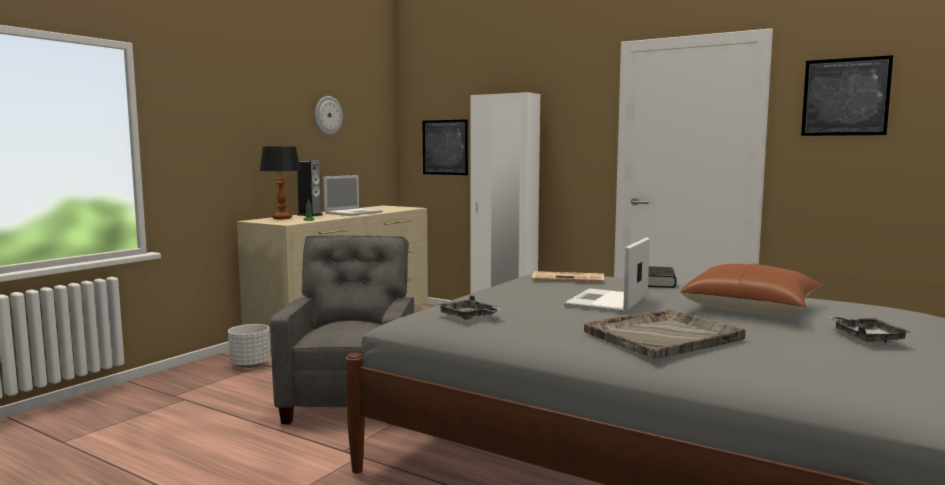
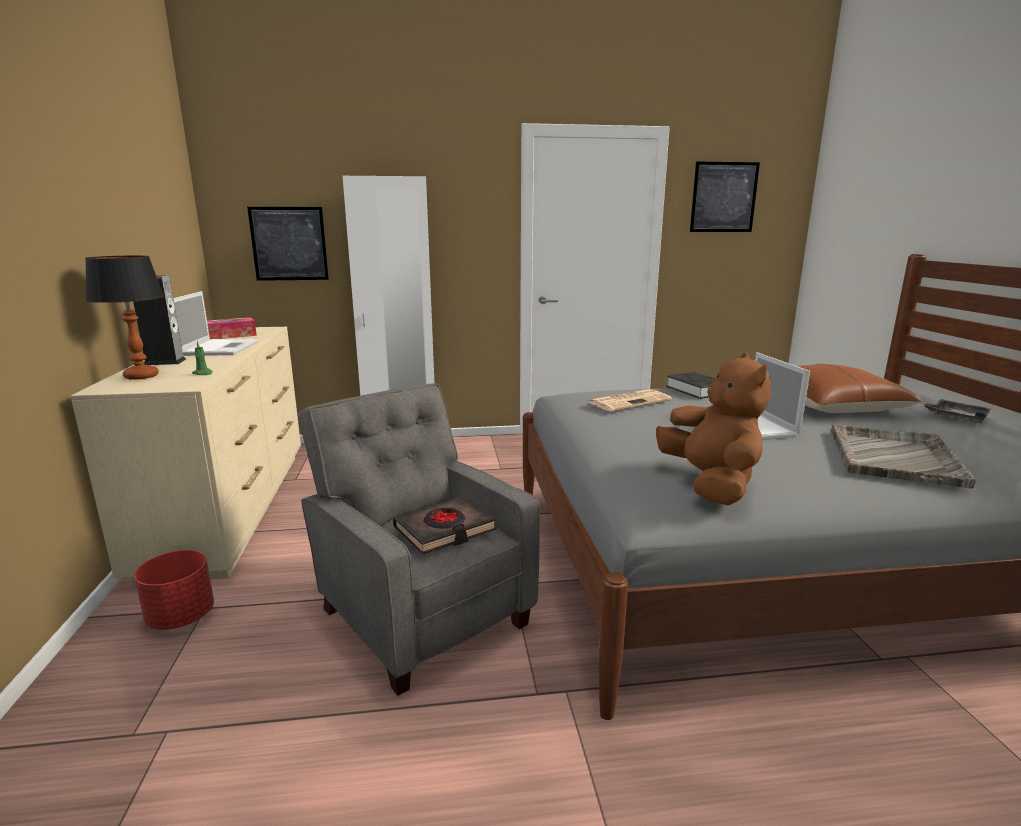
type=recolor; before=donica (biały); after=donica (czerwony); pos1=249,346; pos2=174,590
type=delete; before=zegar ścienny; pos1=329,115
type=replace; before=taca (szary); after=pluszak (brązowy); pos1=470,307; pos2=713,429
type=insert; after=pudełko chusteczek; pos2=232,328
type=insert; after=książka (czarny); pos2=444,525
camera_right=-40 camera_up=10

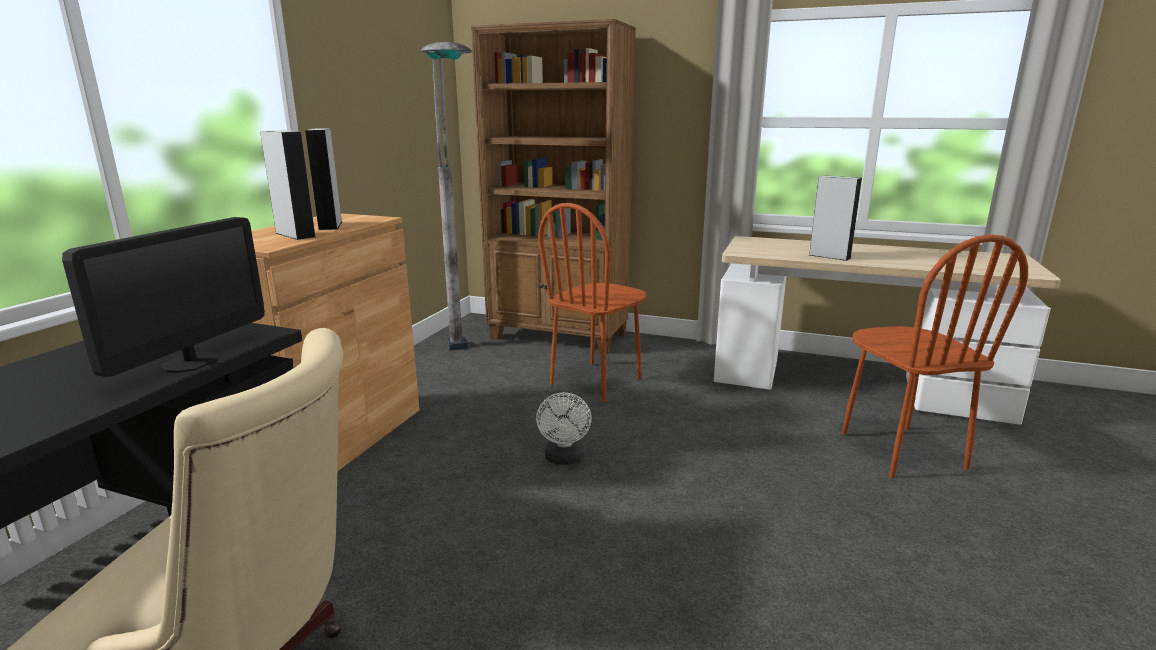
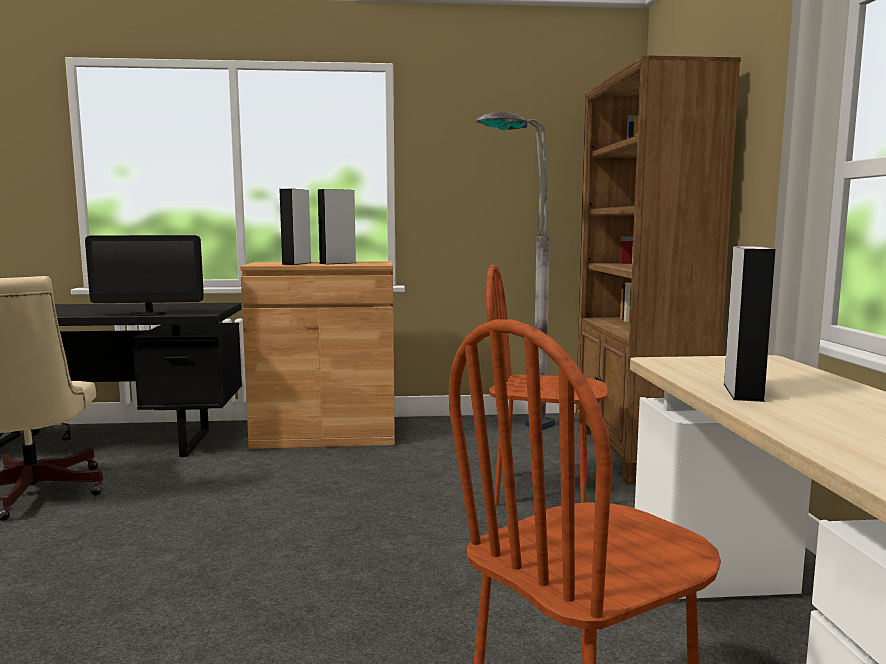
type=delete; before=wentylator (biały); pos1=564,429
camera_right=65 camera_up=-10

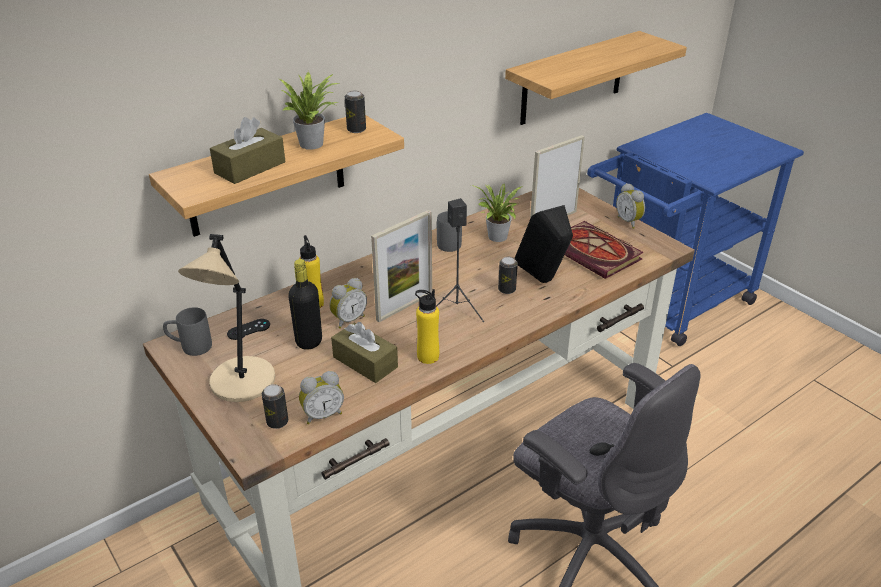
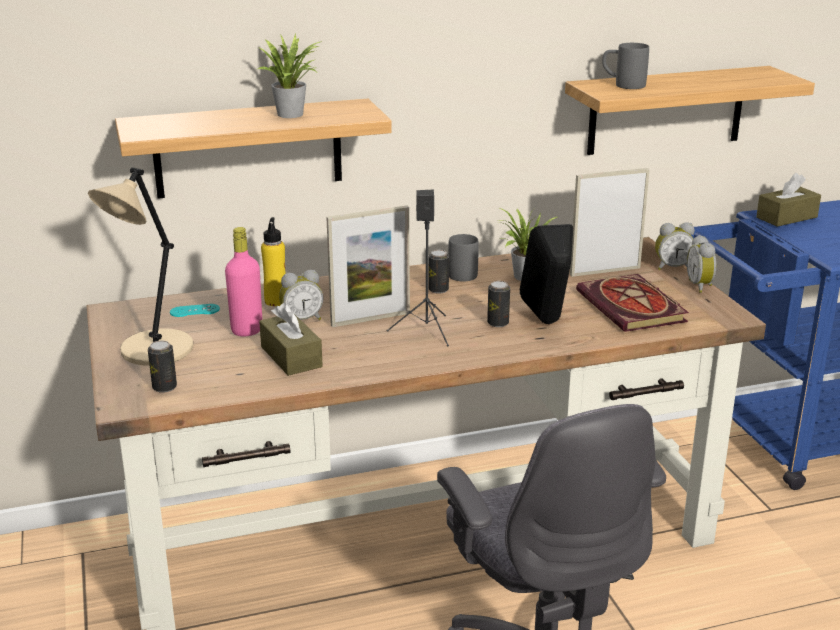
type=move; before=kubek (szary); pos1=187,331; pos2=625,66
type=move; before=pudełko chusteczek (brązowy); pos1=247,150; pos2=788,200
type=recolor; before=pad do gier (czarny); after=pad do gier (turkusowy); pos1=248,329; pos2=195,310
type=recolor; before=butelka (czarny); after=butelka (różowy); pos1=305,304; pos2=243,281
type=move; before=budzik; pos1=321,397; pos2=675,246
type=move; before=puszka; pos1=355,112; pos2=439,271
type=delete; before=butelka (żółty); pos1=427,326
camera_right=20 camera_up=-10

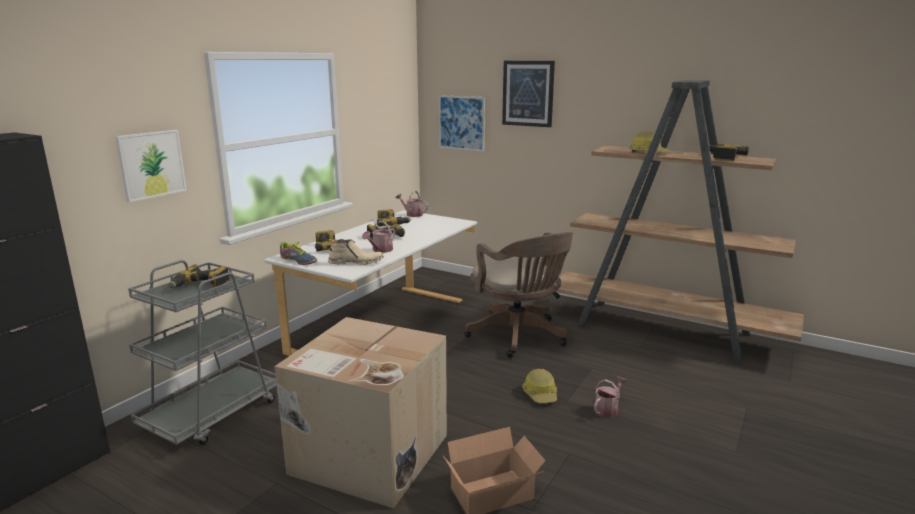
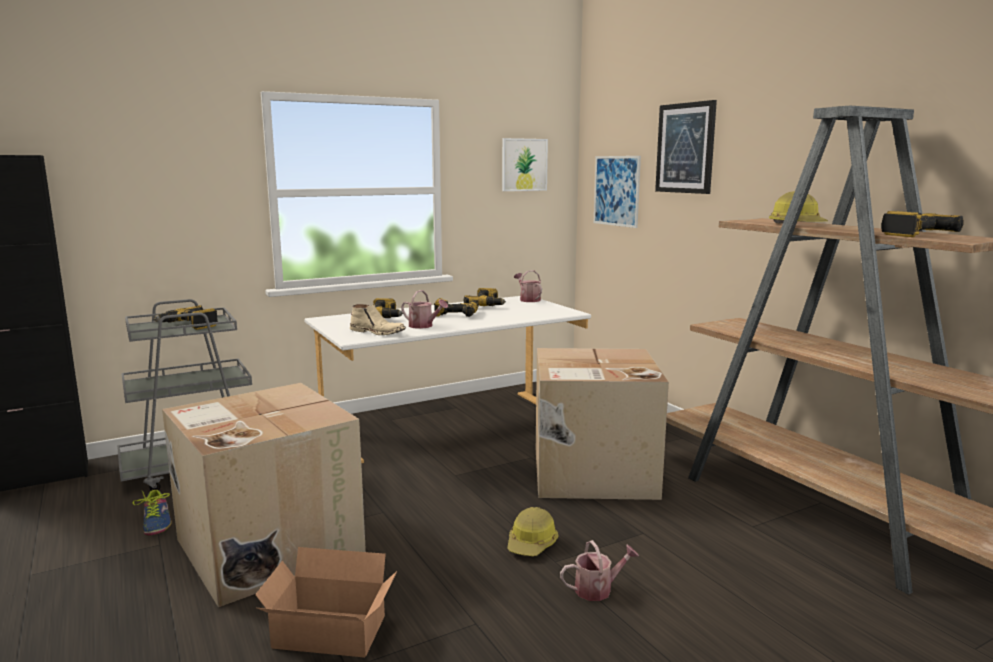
type=move; before=obraz; pos1=151,166; pos2=525,164
type=move; before=but; pos1=297,253; pos2=152,513
type=rotate; before=konewka; pos1=378,237; pos2=424,309; turn=-120
type=replace; before=krzesło biurowe (brązowy); after=karton; pos1=518,295; pos2=602,424
camera_right=30 camera_up=-5

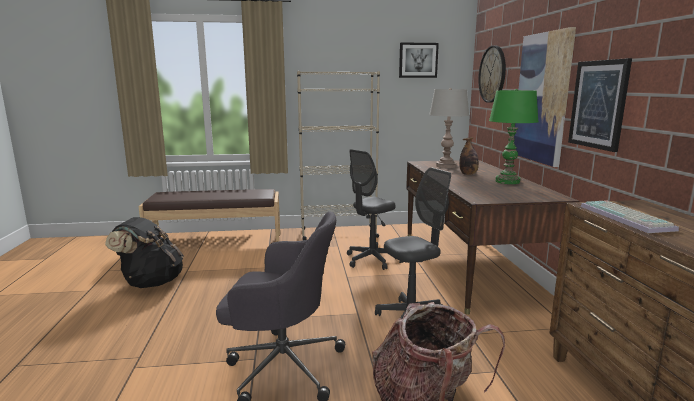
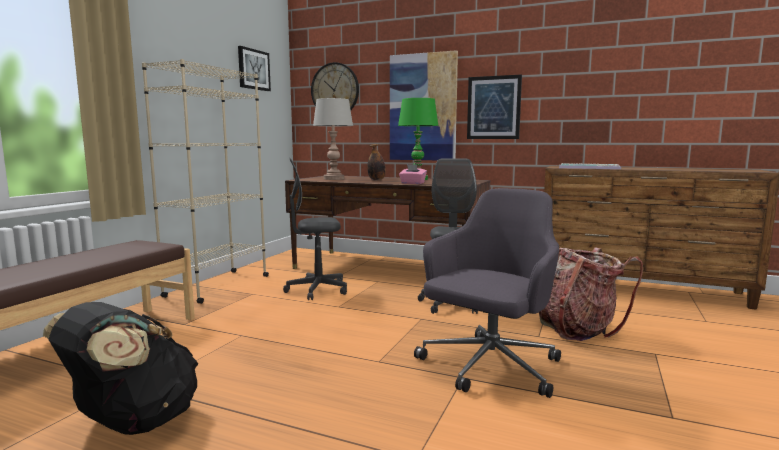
type=rotate; before=krzesło biurowe (szary); pos1=371,209; pos2=315,229; turn=90
type=insert; after=pudełko chusteczek (różowy); pos2=413,174
camera_right=-60 camera_up=-5

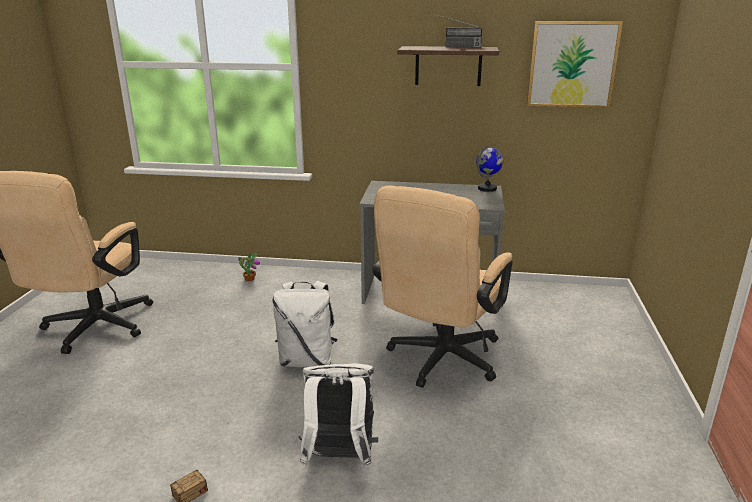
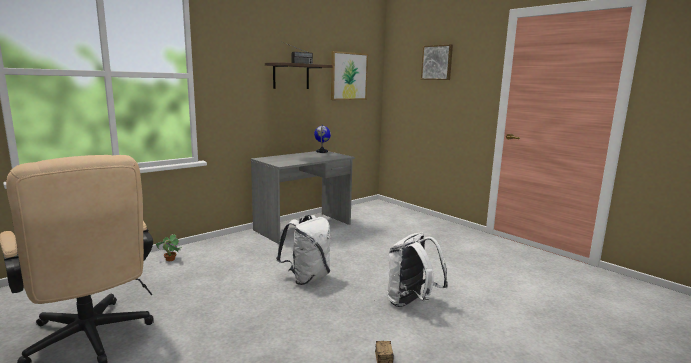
type=delete; before=krzesło biurowe (beżowy); pos1=442,286
type=insert; after=obraz; pos2=437,62
camera_right=-50 camera_up=-10

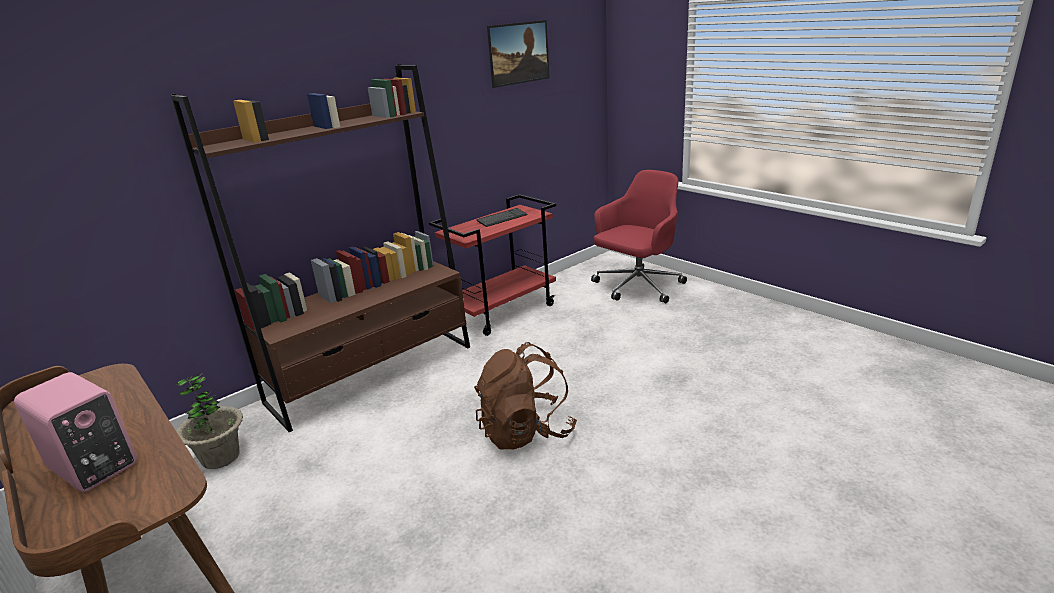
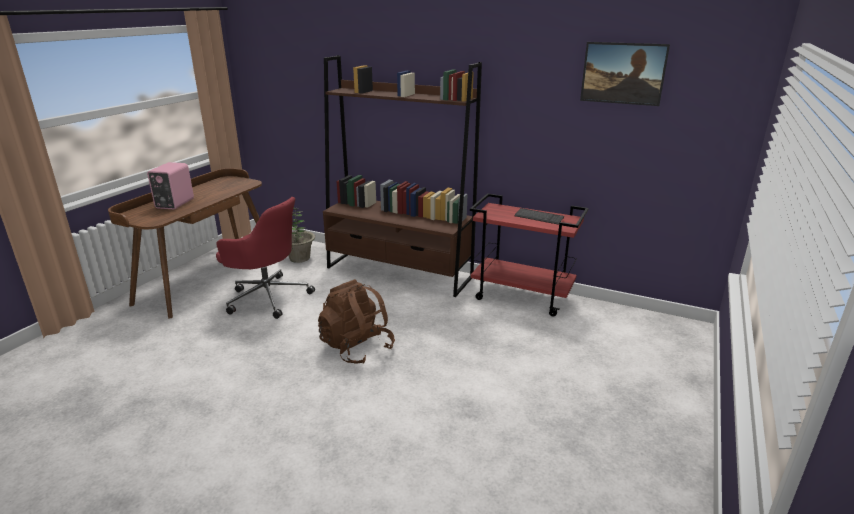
type=move; before=krzesło biurowe (czerwony); pos1=639,236; pos2=265,258
camera_right=65 camera_up=0

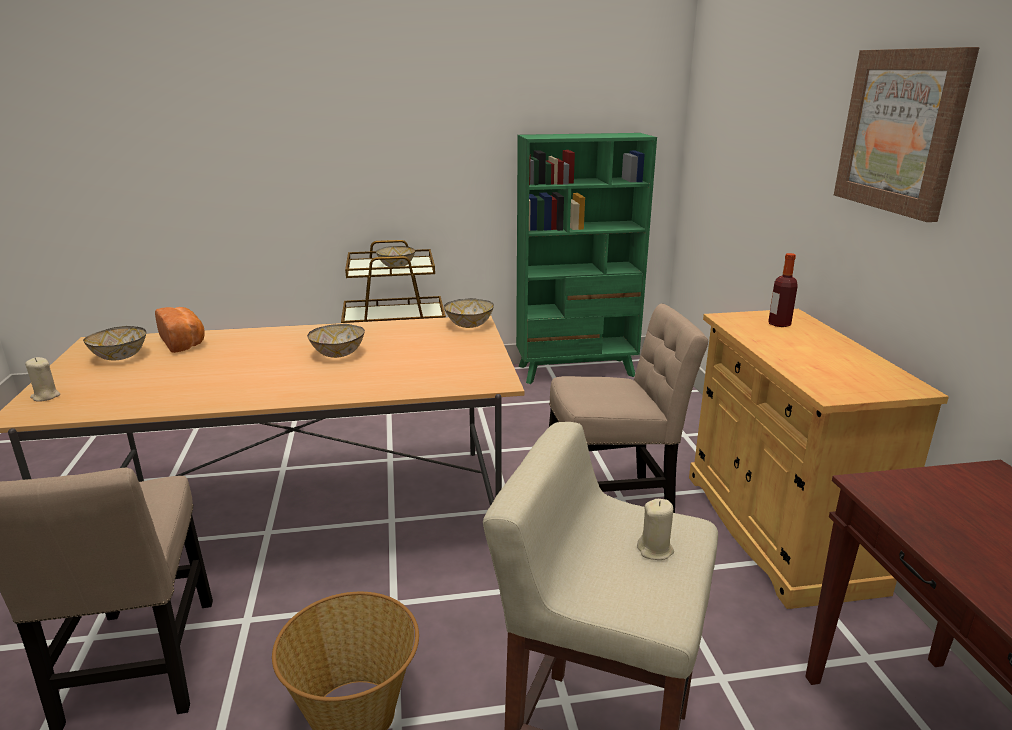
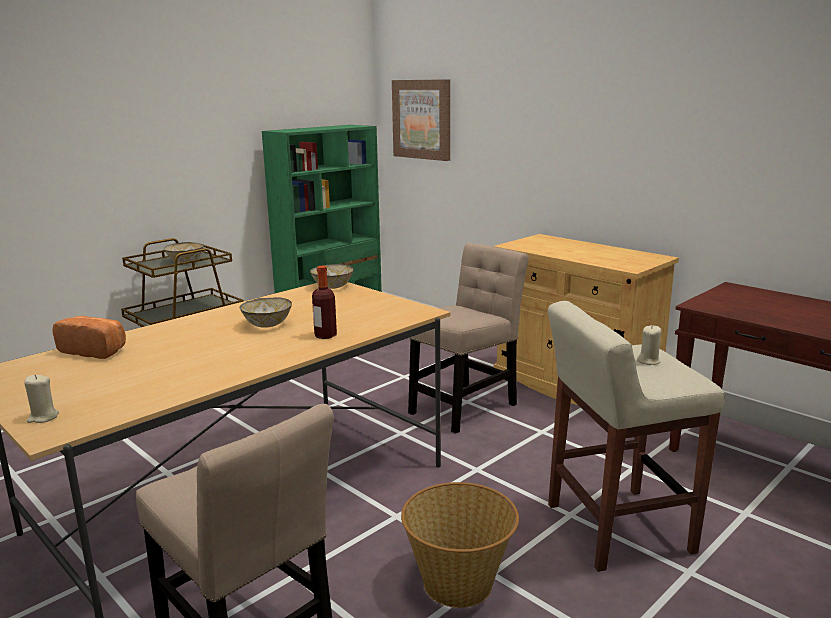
type=delete; before=miska; pos1=114,343
type=move; before=butelka; pos1=783,290; pos2=324,302
type=move; before=obraz; pos1=906,134; pos2=421,120
camera_right=-35 camera_up=-5

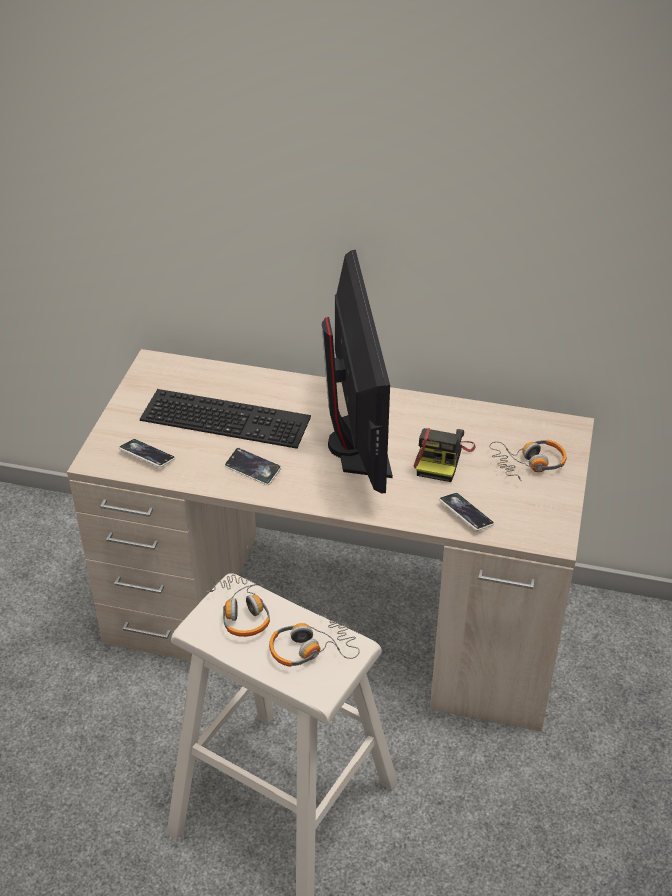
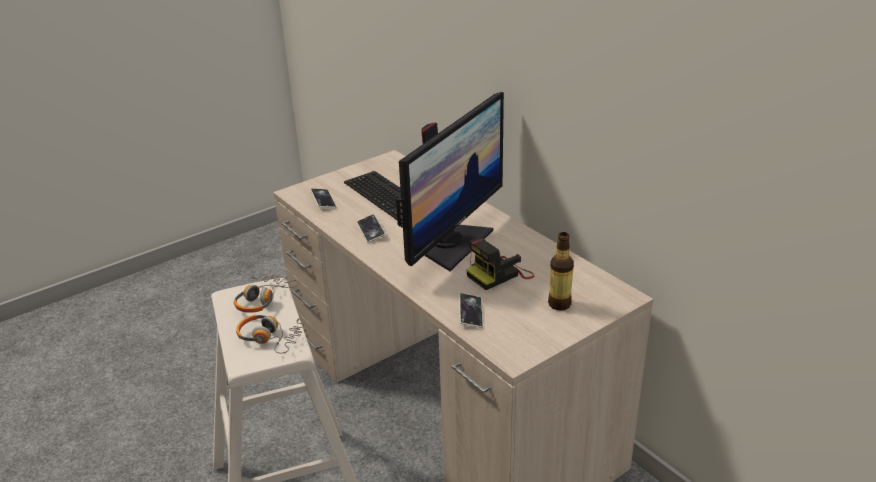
type=replace; before=słuchawki; after=butelka; pos1=527,460; pos2=561,271
camera_right=40 camera_up=-10

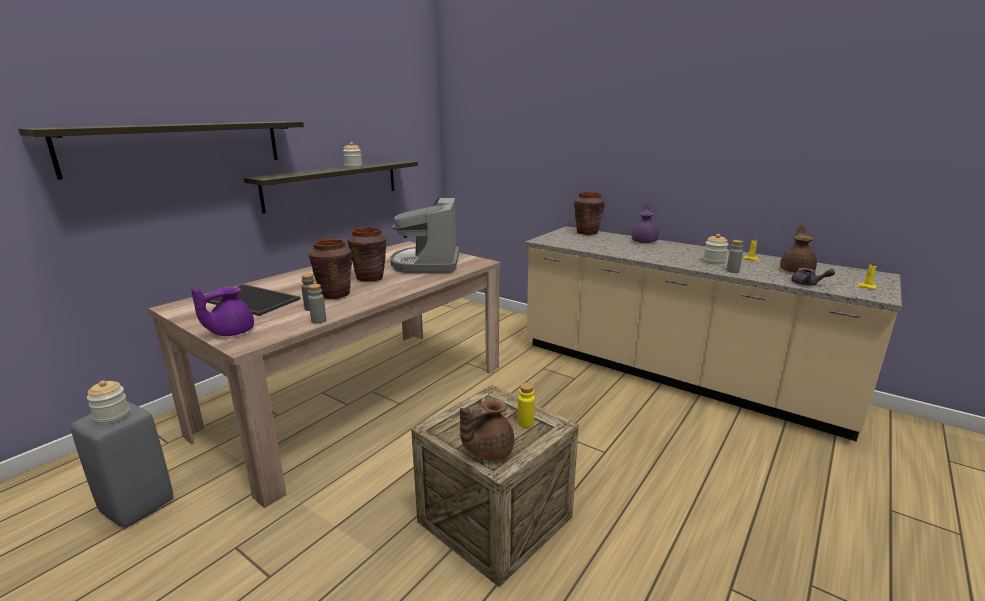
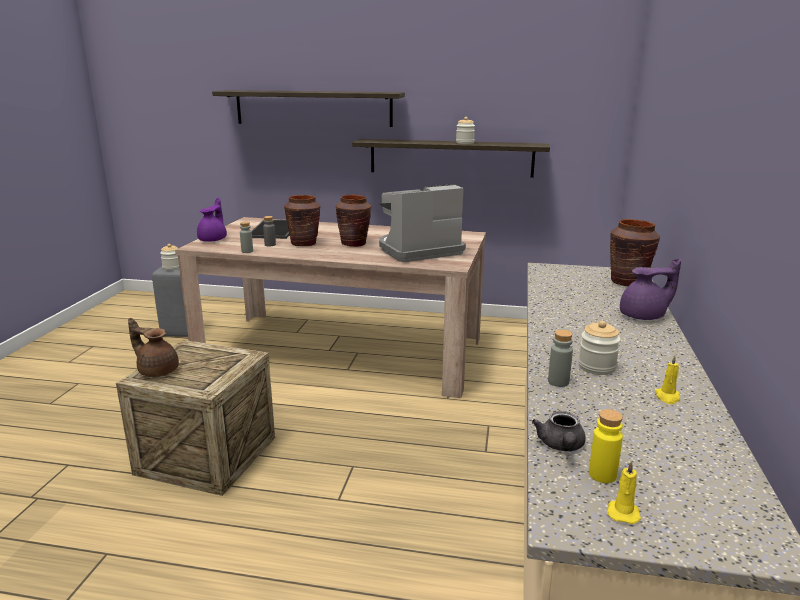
type=rotate; before=imbryk (fioletowy); pos1=222,311; pos2=212,220; turn=90
type=move; before=butelka (żółty); pos1=526,405; pos2=606,446
type=delete; before=imbryk (brązowy); pos1=798,248
camera_right=65 camera_up=0

